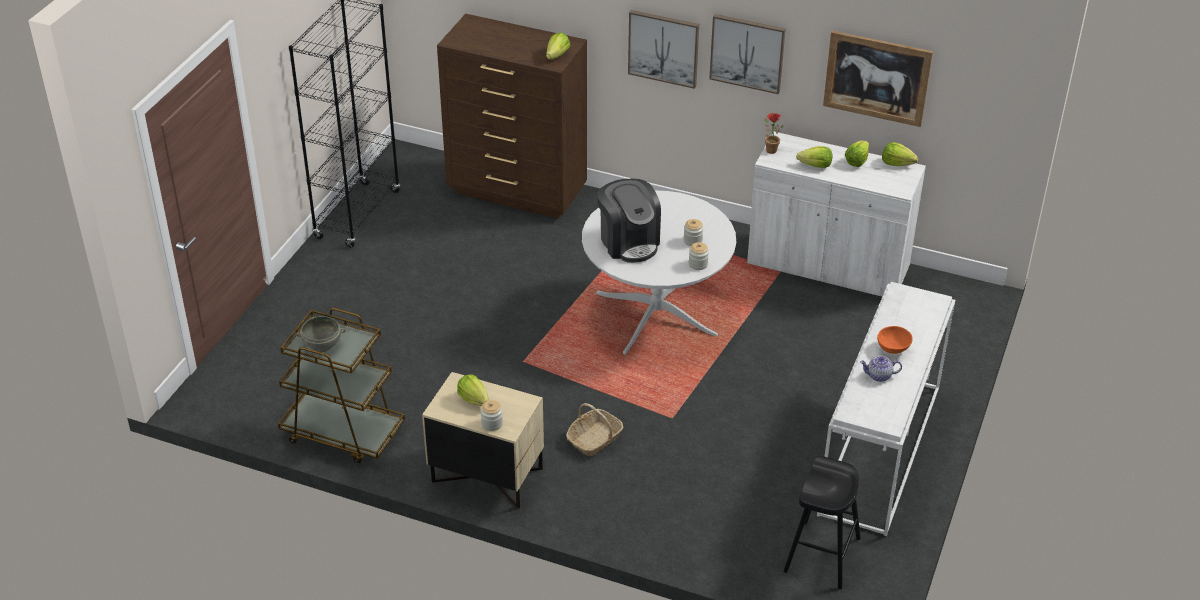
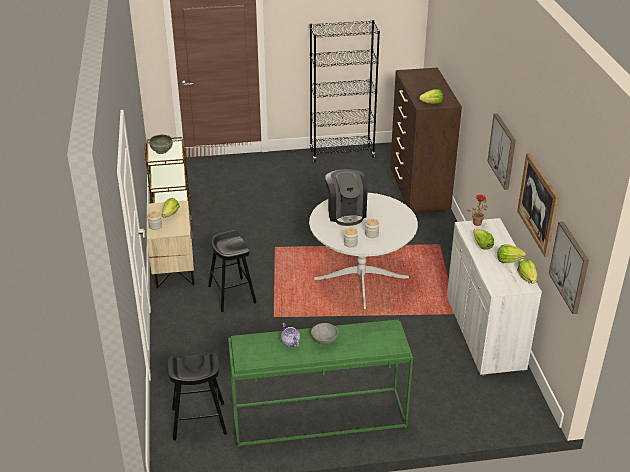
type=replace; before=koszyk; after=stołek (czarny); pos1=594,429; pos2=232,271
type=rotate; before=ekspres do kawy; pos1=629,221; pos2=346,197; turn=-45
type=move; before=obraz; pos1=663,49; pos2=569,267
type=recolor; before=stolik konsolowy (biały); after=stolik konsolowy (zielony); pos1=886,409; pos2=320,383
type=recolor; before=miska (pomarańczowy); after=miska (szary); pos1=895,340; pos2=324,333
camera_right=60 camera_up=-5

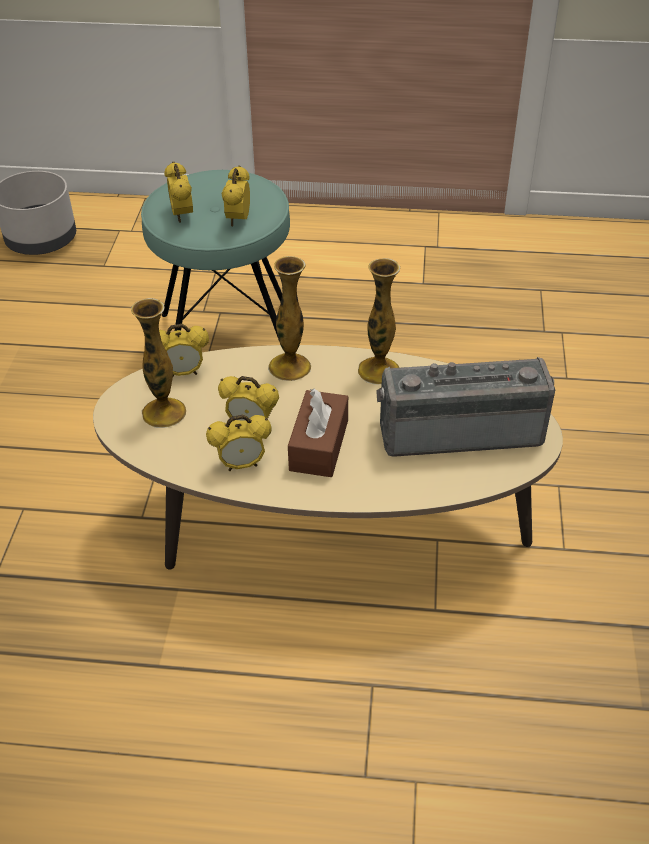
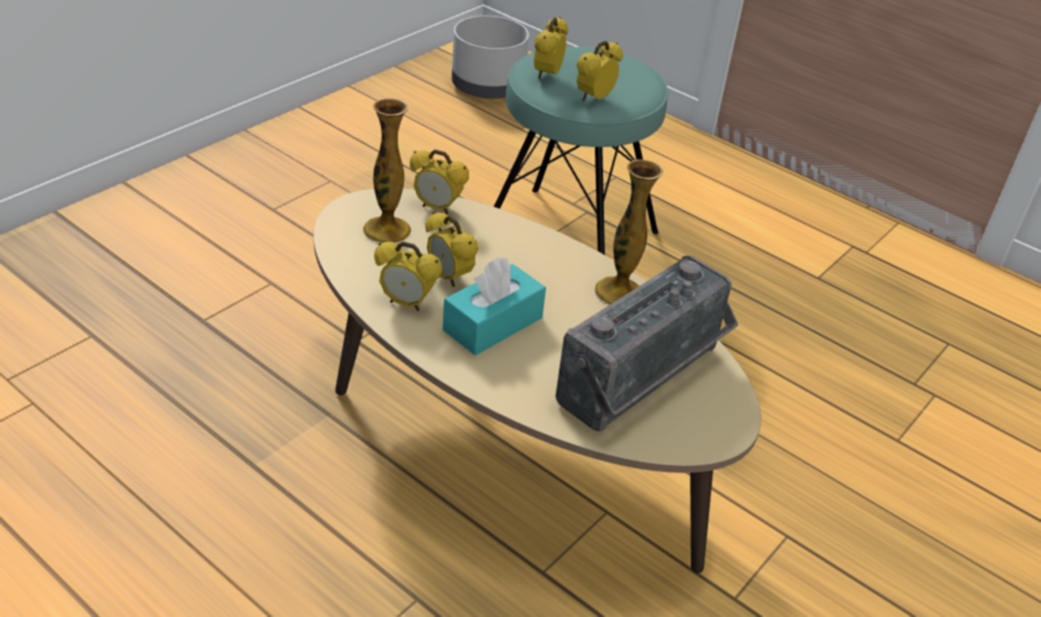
type=delete; before=wazon; pos1=289,318
type=recolor; before=pudełko chusteczek (brązowy); after=pudełko chusteczek (turkusowy); pos1=318,432; pos2=494,306
type=rotate; before=radio; pos1=465,407; pos2=646,343; turn=105
camera_right=30 camera_up=-5

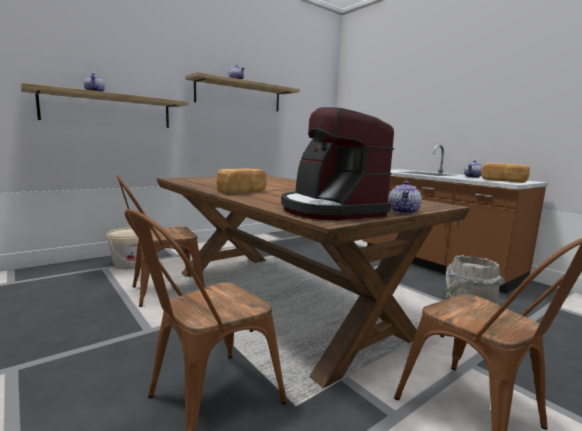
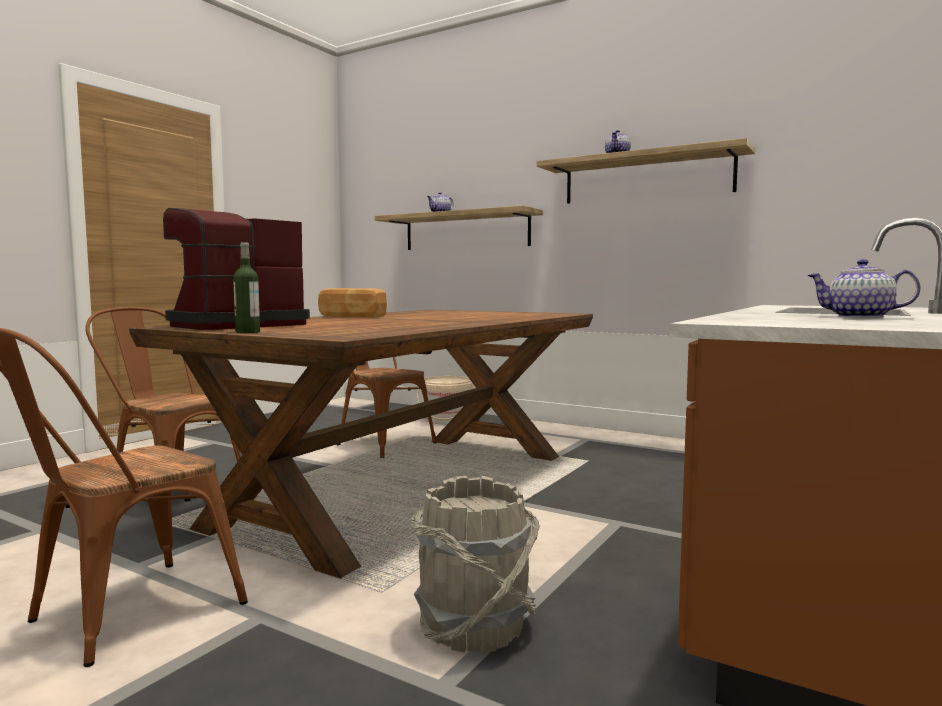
type=replace; before=imbryk; after=butelka; pos1=405,197; pos2=246,287
type=delete; before=chleb; pos1=505,173
camera_right=70 camera_up=-5

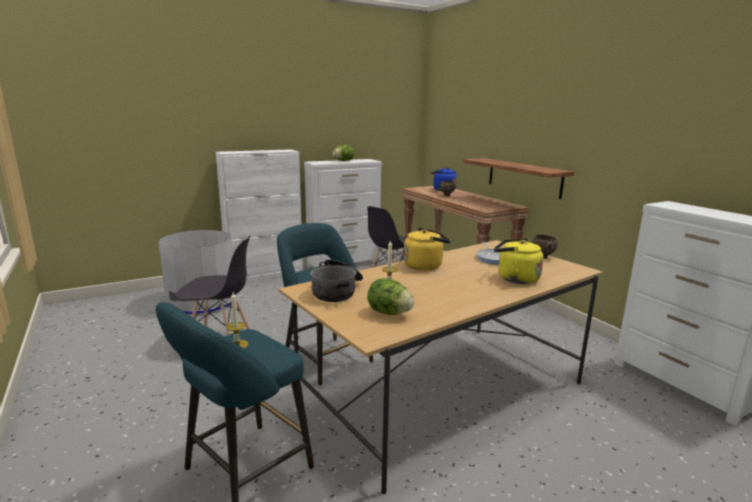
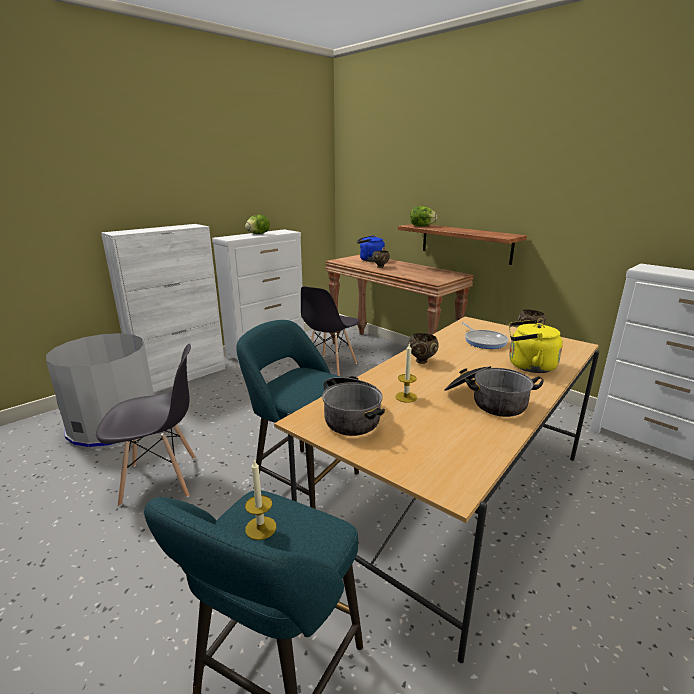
type=move; before=sałata; pos1=390,297; pos2=423,216
type=replace; before=czajnik (żółty); after=miska (brązowy); pos1=427,249; pos2=423,348
type=insert; after=garnek; pos2=493,391
camera_right=-15 camera_up=5

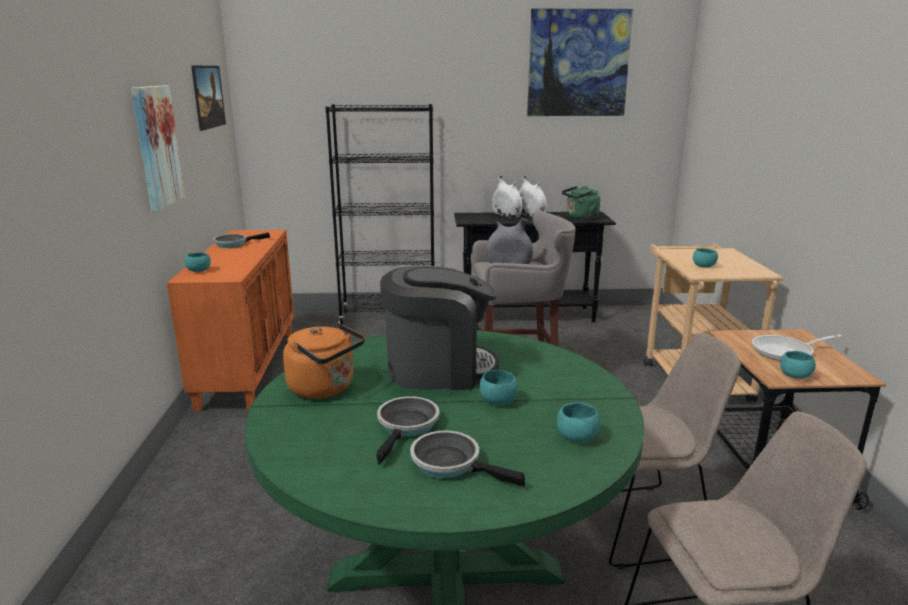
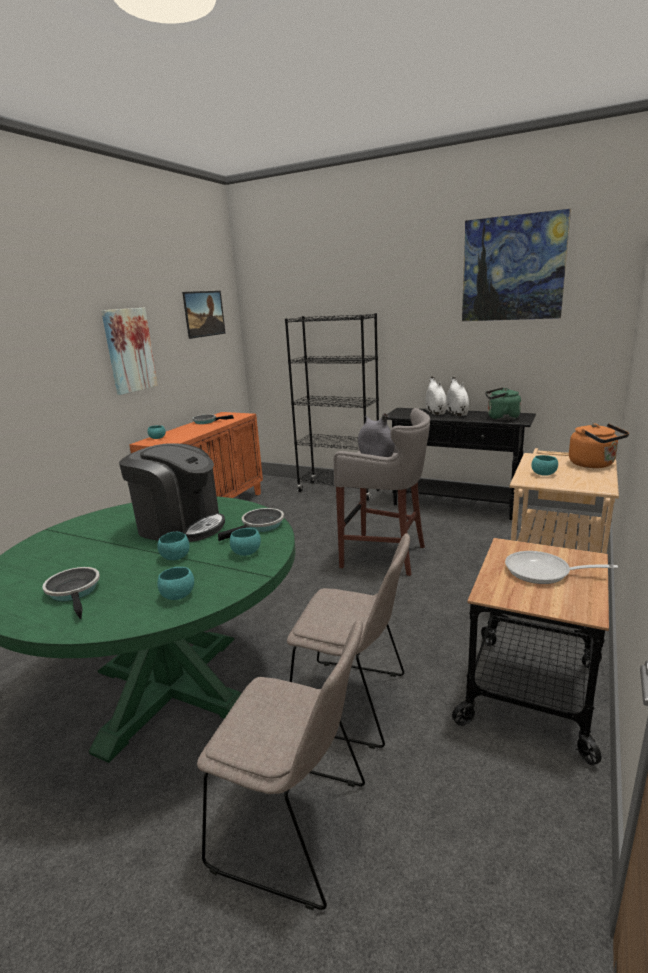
type=move; before=czajnik (pomarańczowy); pos1=324,360; pos2=599,445
type=move; before=patelnia; pos1=407,430; pos2=251,524
type=move; before=miska (turkusowy); pos1=798,365; pos2=245,542
camera_right=30 camera_up=0

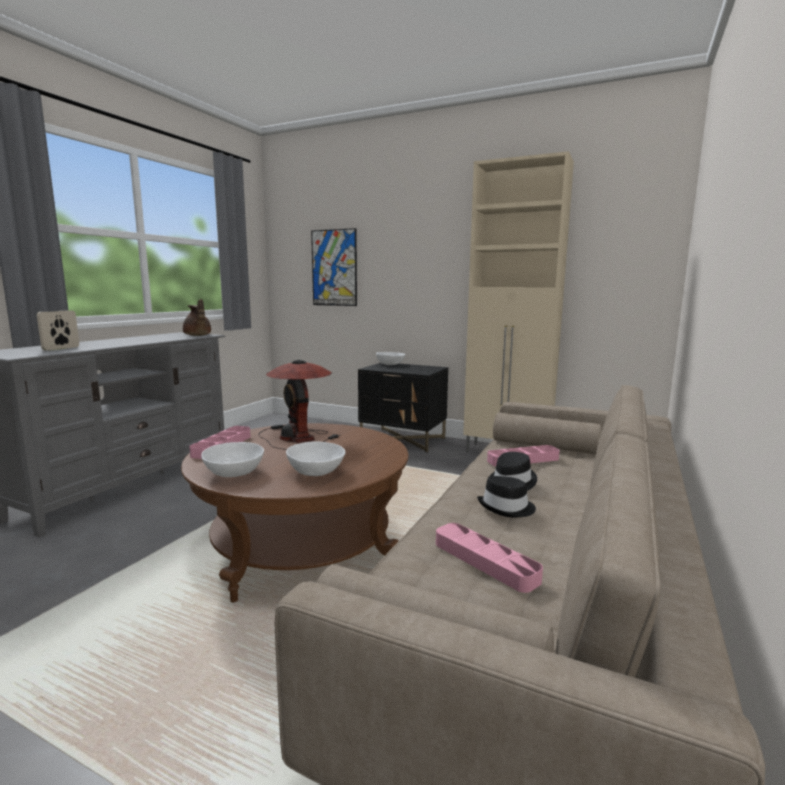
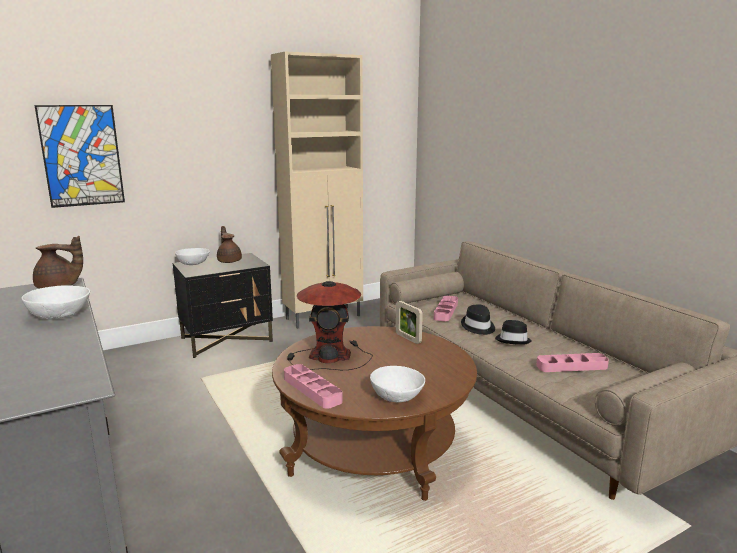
type=move; before=ramka na zdjęcie; pos1=58,330; pos2=409,322
type=move; before=miska (biały); pos1=315,458; pos2=56,302
type=insert; after=imbryk (brązowy); pos2=229,244
camera_right=-55 camera_up=5

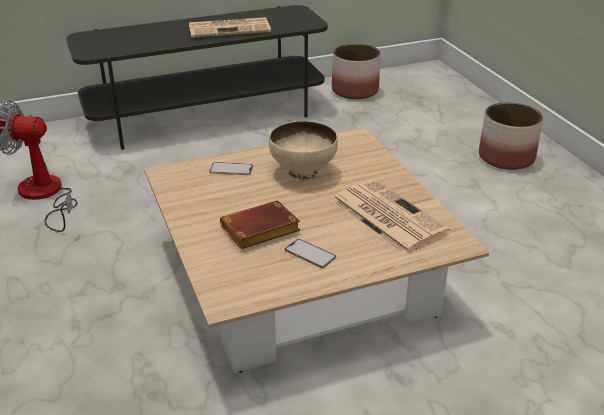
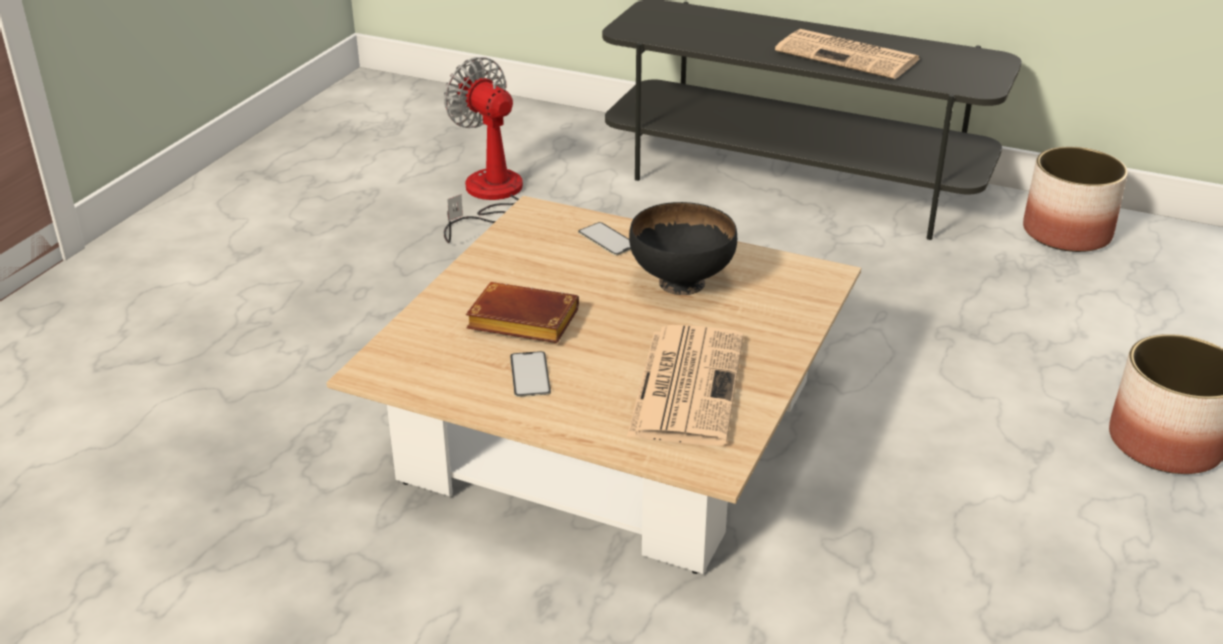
type=recolor; before=miska (beżowy); after=miska (czarny); pos1=303,150; pos2=683,248
camera_right=45 camera_up=0

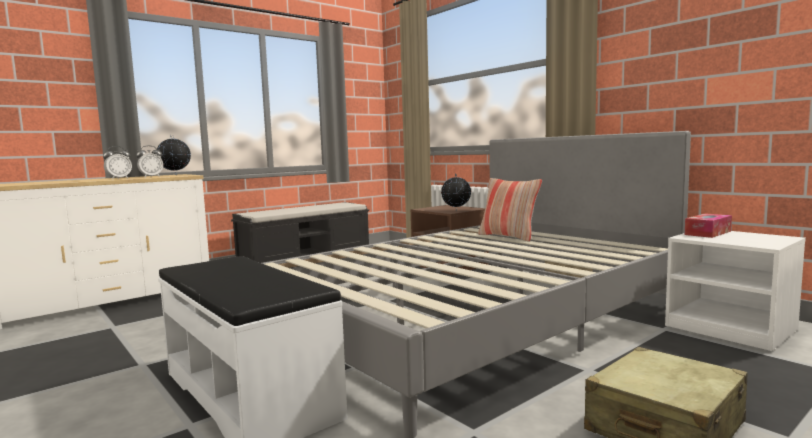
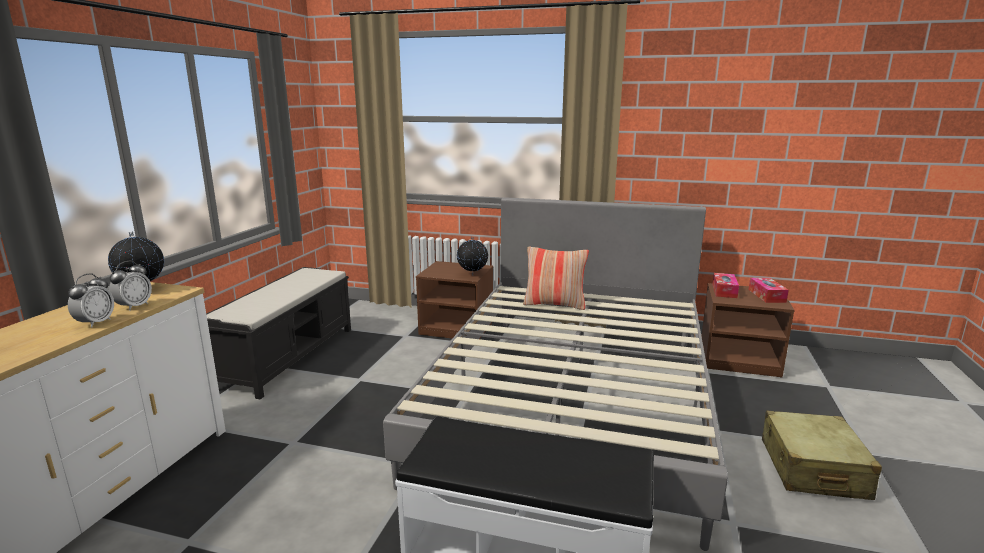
type=recolor; before=szafka nocna (biały); after=szafka nocna (brązowy); pos1=735,291; pos2=748,330
type=insert; after=pudełko chusteczek; pos2=769,290
camera_right=-35 camera_up=10

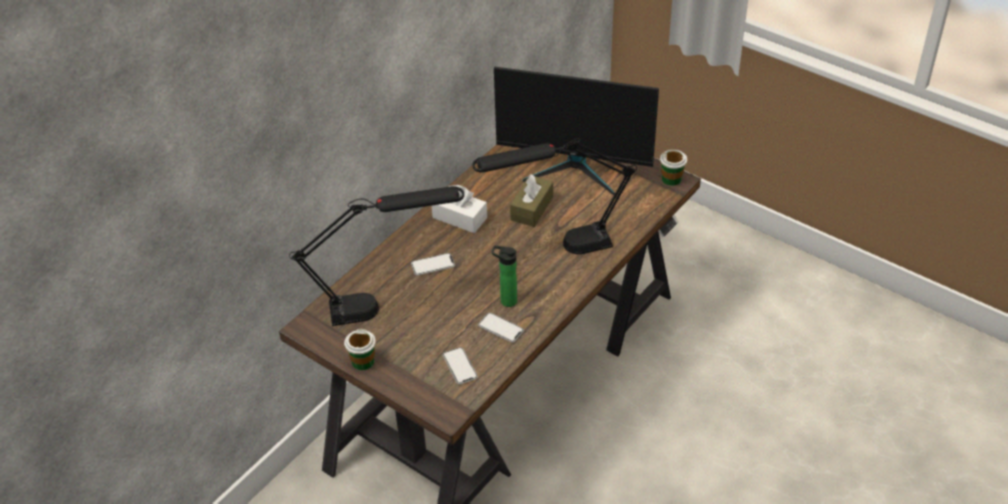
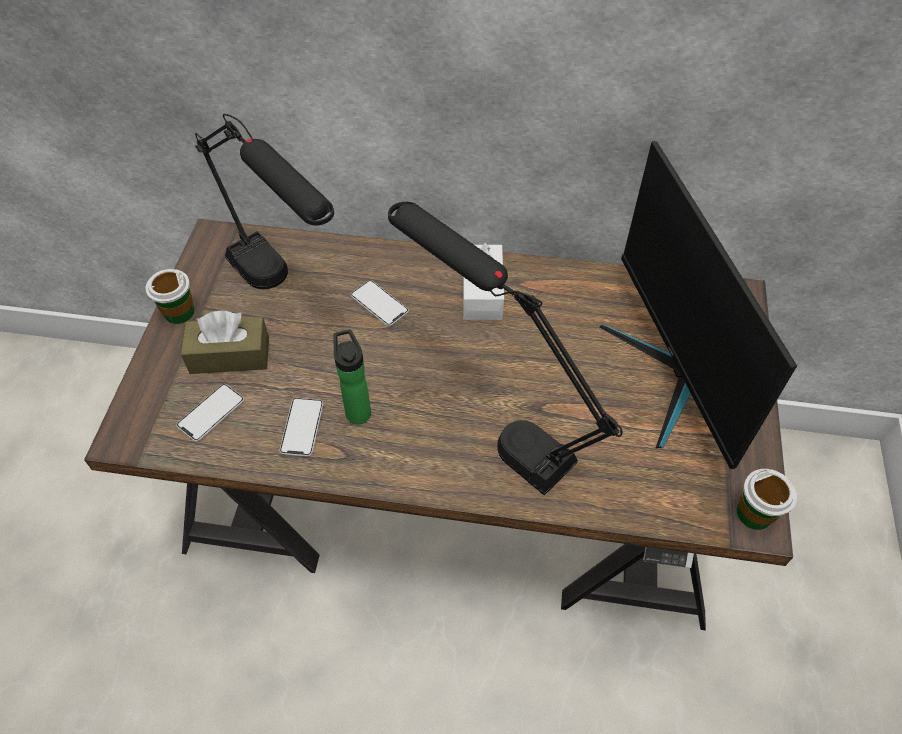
type=move; before=pudełko chusteczek (brązowy); pos1=531,200; pos2=225,342
camera_right=60 camera_up=10

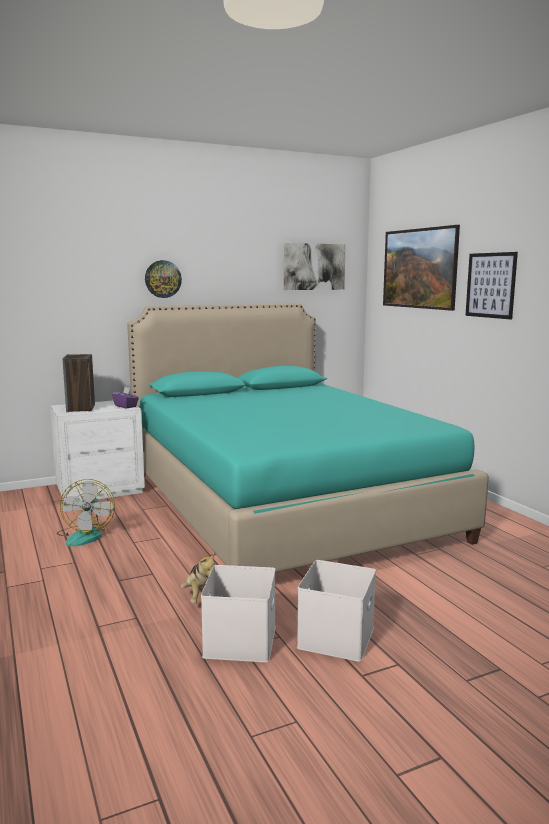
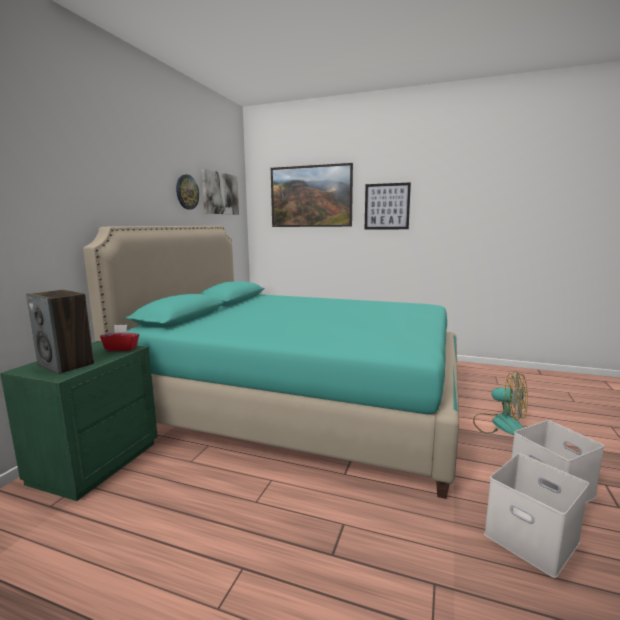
type=recolor; before=szafka nocna (biały); after=szafka nocna (zielony); pos1=97,451; pos2=79,421
type=move; before=wentylator; pos1=86,512; pos2=500,403
type=recolor; before=pudełko chusteczek (fioletowy); after=pudełko chusteczek (czerwony); pos1=125,397; pos2=119,338
type=move; before=zegar ścienny; pos1=163,279; pos2=187,192
type=delete; before=pluszak; pos1=198,577
camera_right=-45 camera_up=0

